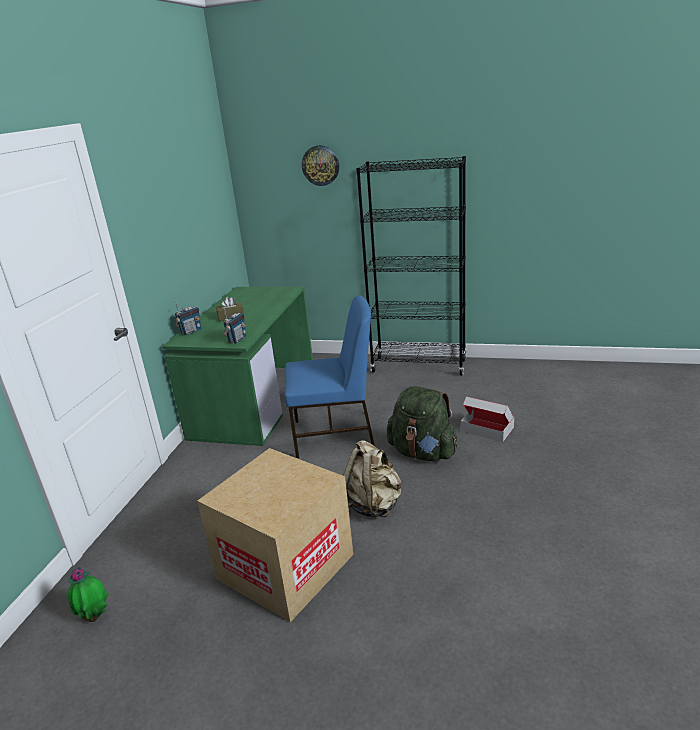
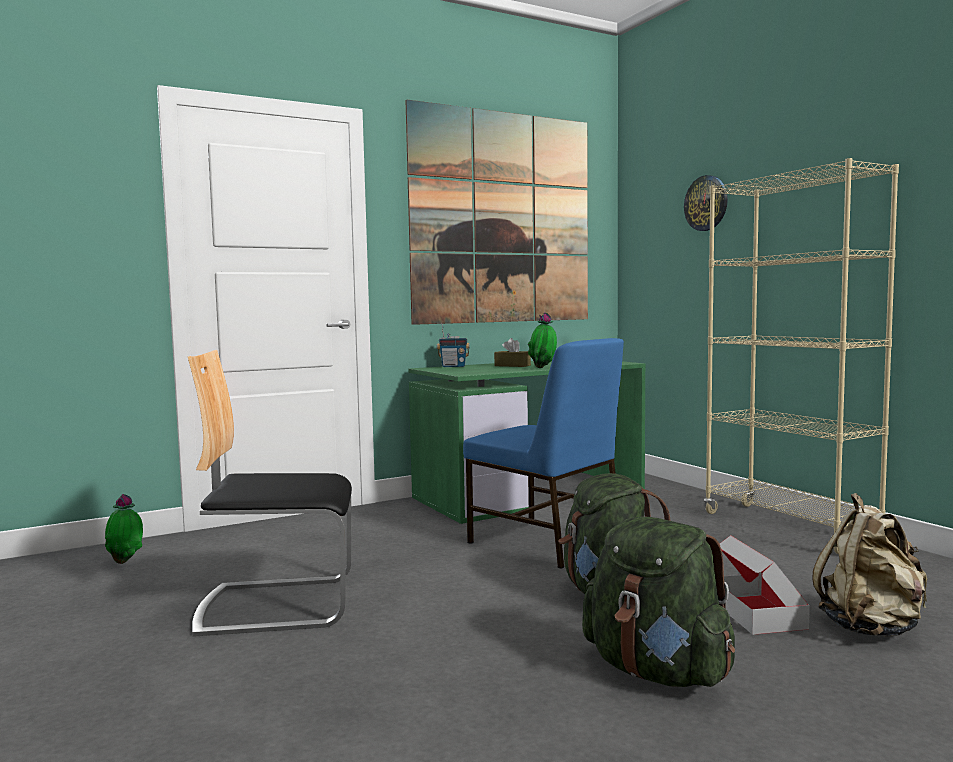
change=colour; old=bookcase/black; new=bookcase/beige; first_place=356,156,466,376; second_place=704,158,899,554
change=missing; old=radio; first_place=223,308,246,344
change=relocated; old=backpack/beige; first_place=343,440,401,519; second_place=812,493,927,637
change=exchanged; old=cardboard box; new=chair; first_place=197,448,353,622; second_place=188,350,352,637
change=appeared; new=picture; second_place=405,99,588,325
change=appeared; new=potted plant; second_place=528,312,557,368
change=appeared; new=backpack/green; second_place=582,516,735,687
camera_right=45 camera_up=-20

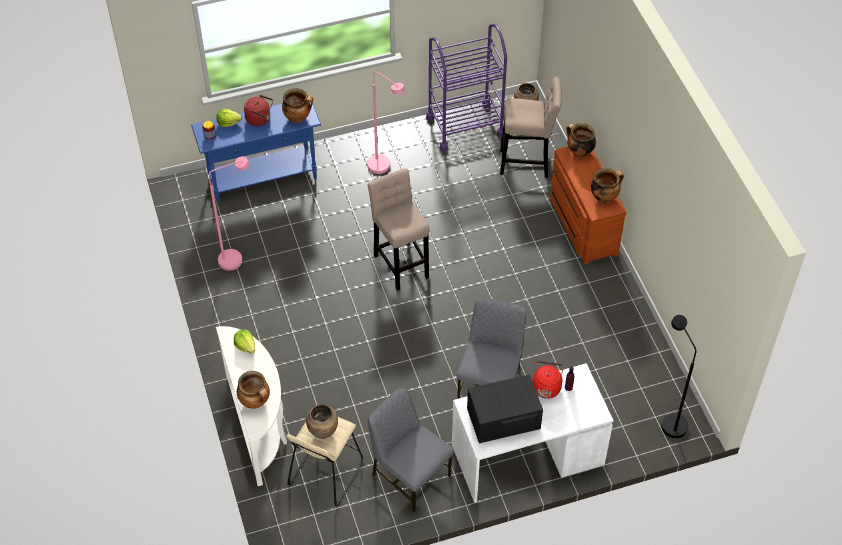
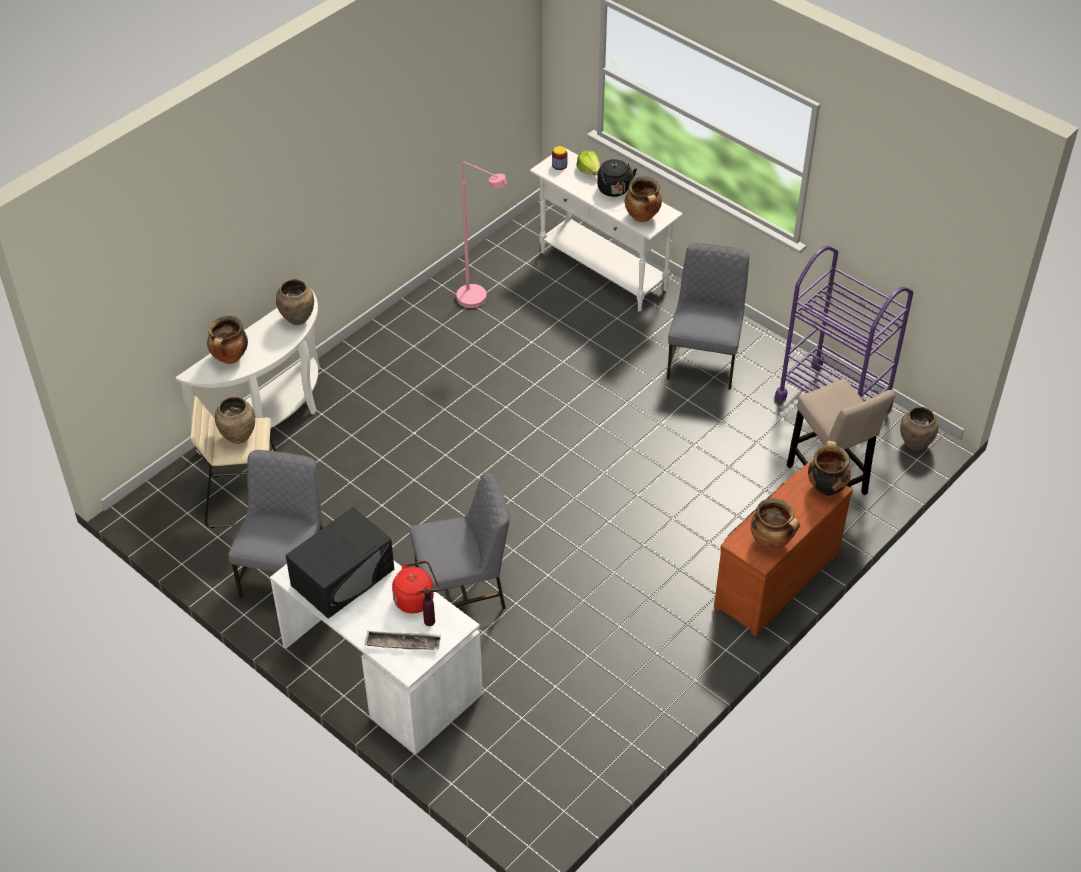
change=exchanged; old=floor lamp/pink; new=chair/grey; first_place=367,71,405,174; second_place=667,243,749,390
change=colour; old=kettle/red; new=kettle/black; first_place=244,95,273,126; second_place=597,159,637,197
change=colour; old=console table/blue; new=console table/white; first_place=191,101,321,203; second_place=530,149,683,312
change=missing; old=stool/beige; first_place=368,168,429,291
change=missing; old=floor lamp/black; first_place=661,315,696,438
change=exchanged; old=lettuce; new=vase/brown; first_place=234,329,255,354; second_place=276,279,314,325
change=spun; old=microwave/black; first_place=467,375,543,443; second_place=286,507,394,618; degrees=90
change=appeared; new=tray; second_place=365,631,441,650
camera_right=60 camera_up=-5

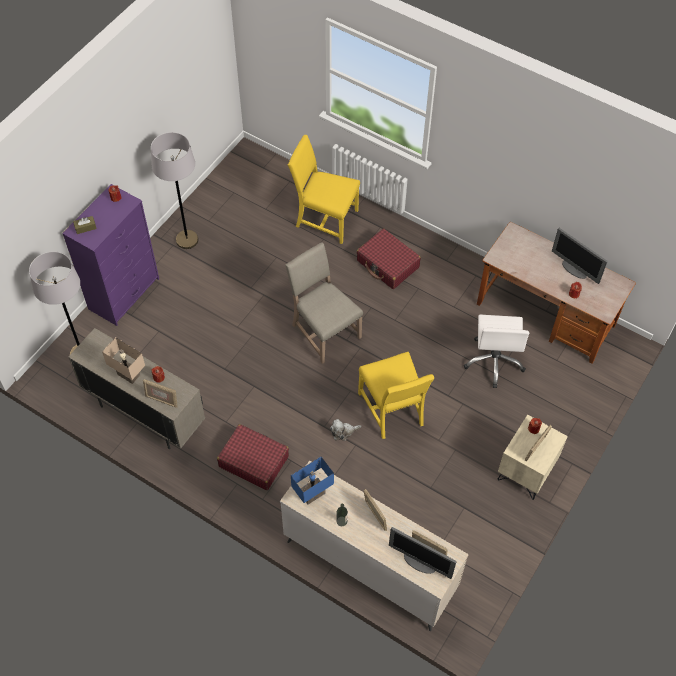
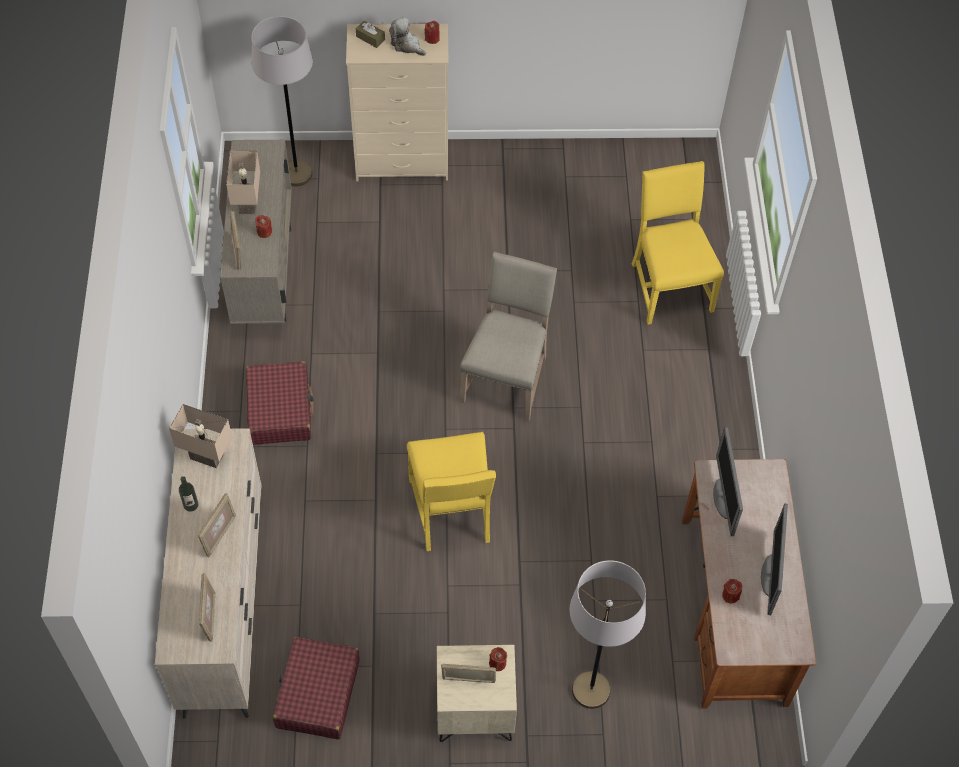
change=relocated; old=floor lamp/grey; first_place=151,132,199,249; second_place=570,560,646,709
change=colour; old=dresser/purple; new=dresser/beige; first_place=62,184,159,326; second_place=346,24,449,181
change=relocated; old=suitcase/red; first_place=357,228,421,289; second_place=273,637,360,739
change=missing; old=office chair/white; first_place=464,315,529,388
change=spun; old=chair/yellow; first_place=358,352,434,439; second_place=407,432,496,551; degrees=-45
change=relocated; old=plush toy; first_place=330,419,361,441; second_place=389,17,426,56
change=colour; old=table lamp/blue; new=table lamp/beige; first_place=291,457,334,504; second_place=169,404,232,468
change=relocated; old=monitor; first_place=389,527,457,579; second_place=713,427,743,536
camera_right=55 camera_up=0

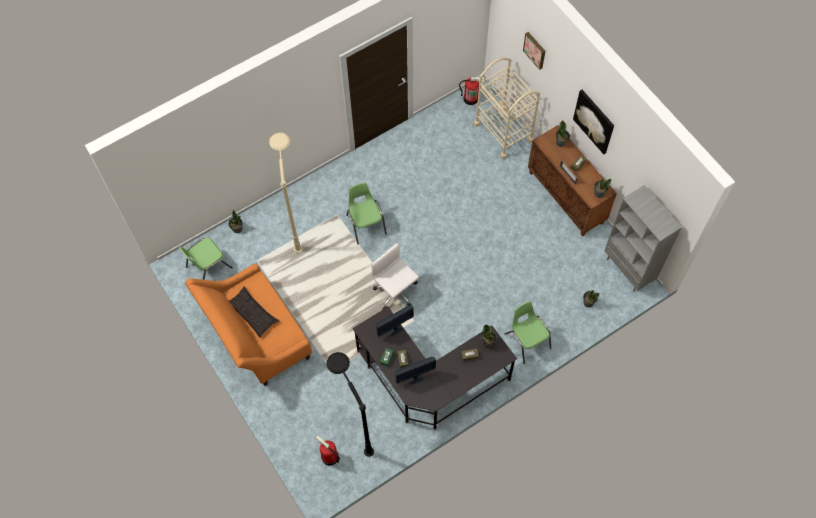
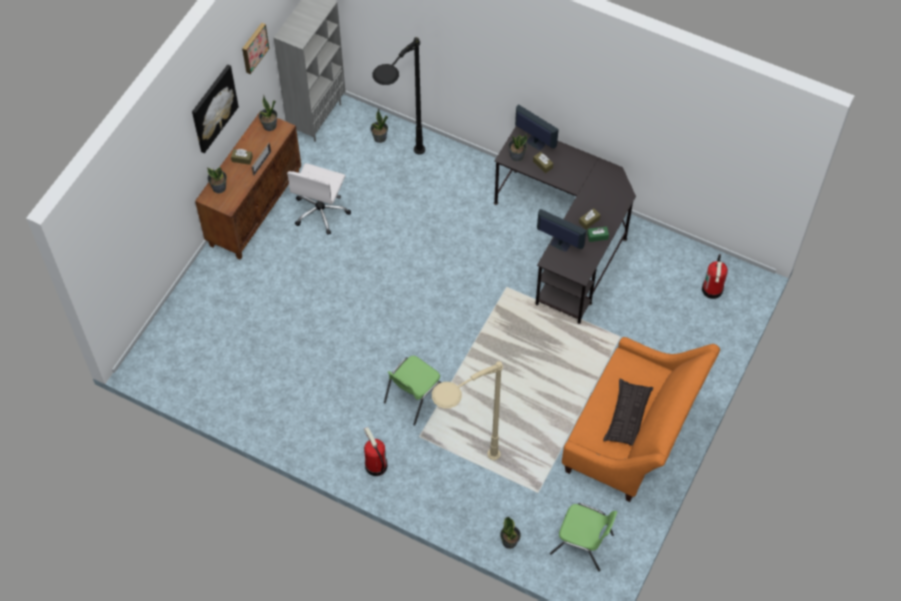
change=relocated; old=picture; first_place=523,32,545,70; second_place=242,23,269,74
change=missing; old=cart/beige; first_place=474,57,540,159
change=relocated; old=fire extinguisher; first_place=459,77,486,105; second_place=364,427,388,476
change=relocated; old=office chair/white; first_place=371,243,419,310; second_place=287,163,351,235
change=missing; old=chair/green; first_place=505,301,551,364
change=relocated; old=floor lamp/black; first_place=326,352,374,457; second_place=373,37,425,154
change=relocated; old=monitor; first_place=395,357,436,385; second_place=515,104,559,150
camera_right=-120 camera_up=-5

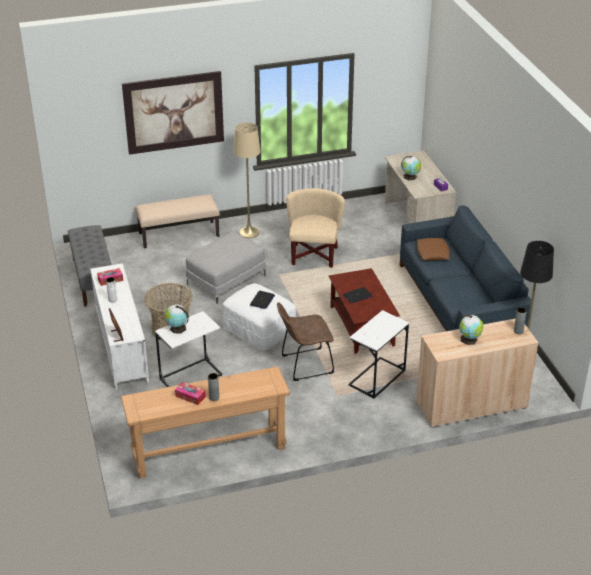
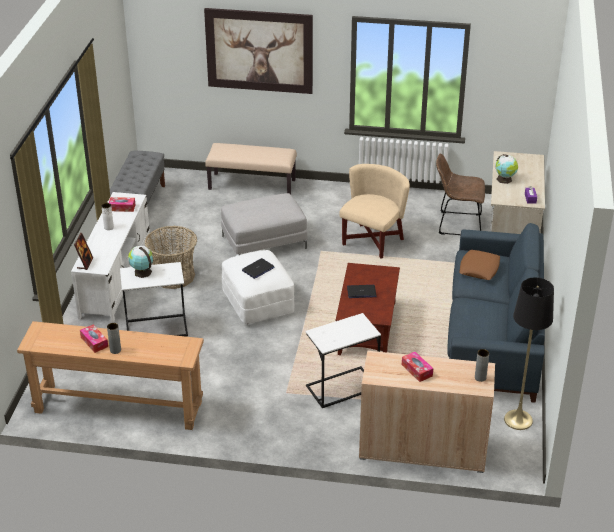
change=missing; old=floor lamp/beige; first_place=233,123,261,238
change=relocated; old=chair/brown; first_place=277,302,334,381; second_place=436,153,485,235
change=exchanged; old=globe; new=tissue box; first_place=459,315,484,345; second_place=402,352,433,382
camera_right=25 camera_up=0

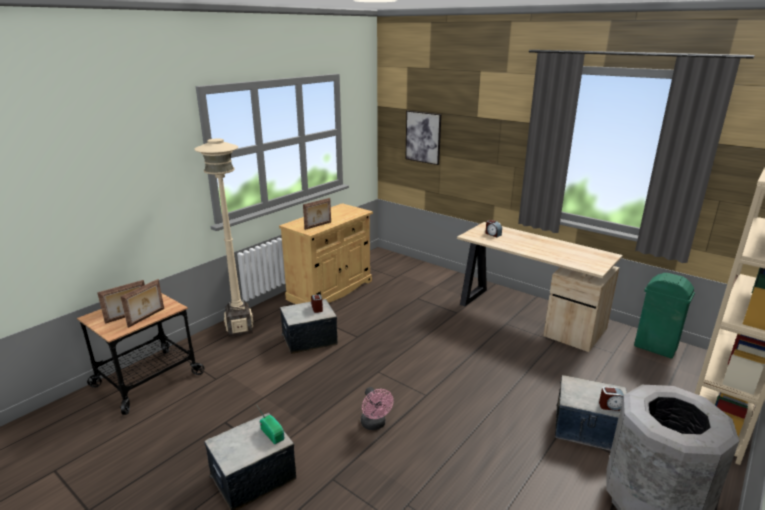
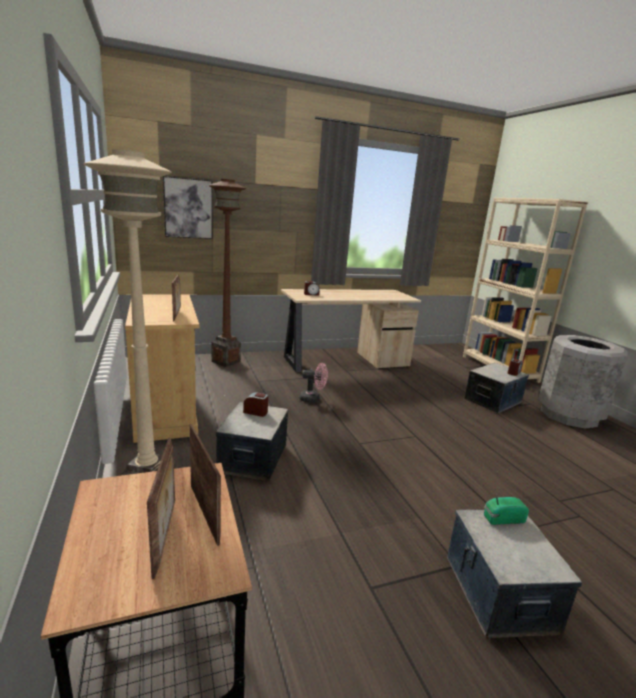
change=missing; old=trash can/green; first_place=634,273,695,359
change=relocated; old=fan/pink; first_place=361,387,394,430; second_place=299,363,328,403
change=appeared; new=floor lamp/brown; second_place=208,179,246,367
camera_right=-60 camera_up=-5

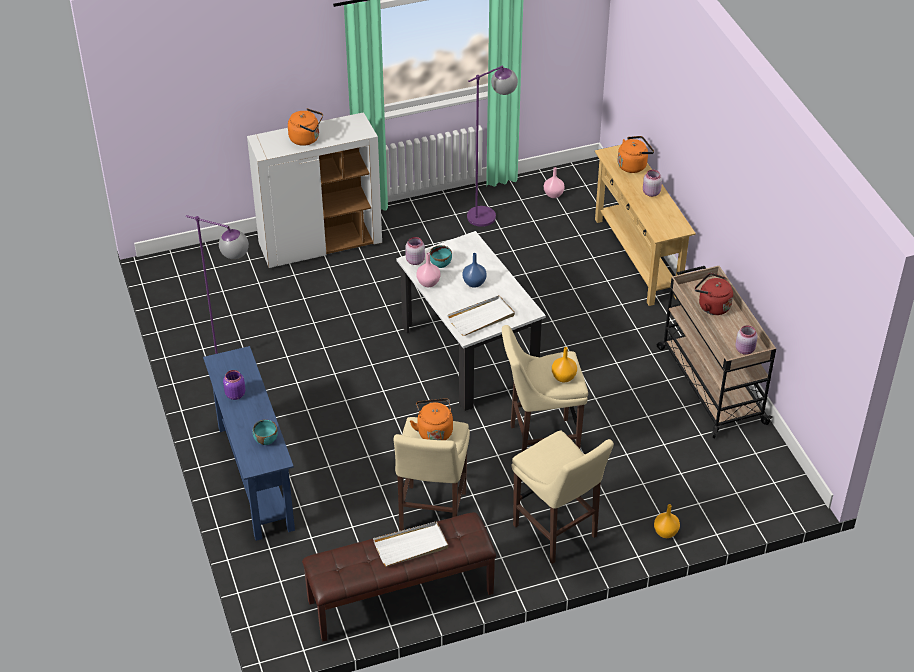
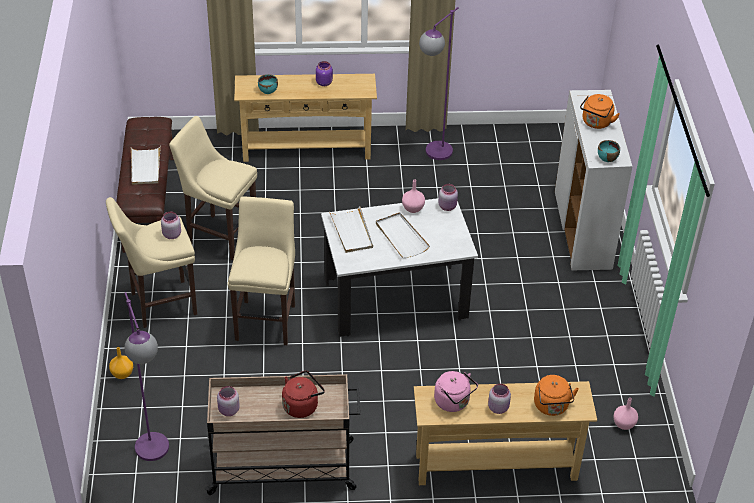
change=relocated; old=floor lamp/purple; first_place=467,66,518,227; second_place=125,292,169,461
change=relocated; old=bowl/turquoise; first_place=430,245,452,268; second_place=598,140,620,162
change=exchanged; old=vase/blue; new=tray/white; first_place=462,253,487,288; second_place=376,213,430,258
change=colour; old=console table/blue; new=console table/beige; first_place=203,346,295,541; second_place=234,74,377,162
change=missing; old=vase/orange; first_place=552,347,577,382
change=missing; old=kettle/orange; first_place=410,398,453,440
change=appeared; new=jar/pink; second_place=161,212,181,239
change=appeared; new=kettle/pink; second_place=434,371,478,412
camera_right=105 camera_up=0

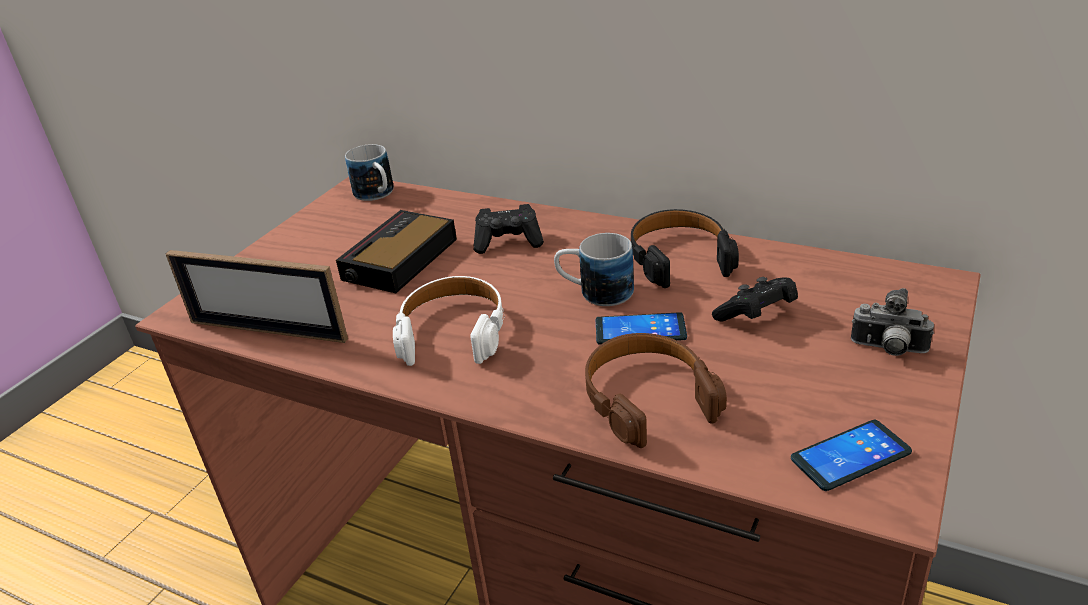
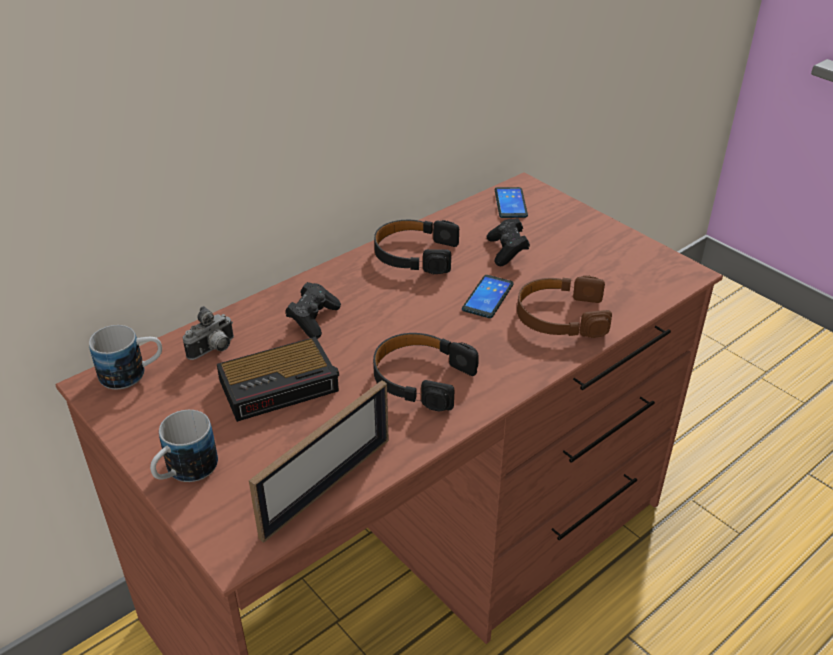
change=spun; old=alarm clock; first_place=336,210,457,293; second_place=217,337,339,422; degrees=-75
change=relocated; old=mug; first_place=554,233,634,306; second_place=150,410,218,482
change=colour; old=headphones/white; new=headphones/black; first_place=393,276,504,366; second_place=373,333,479,411
change=relocated; old=photo camera; first_place=851,288,934,356; second_place=183,306,234,360
change=relocated; old=phone; first_place=791,420,912,491; second_place=495,187,528,218
camera_right=-70 camera_up=5

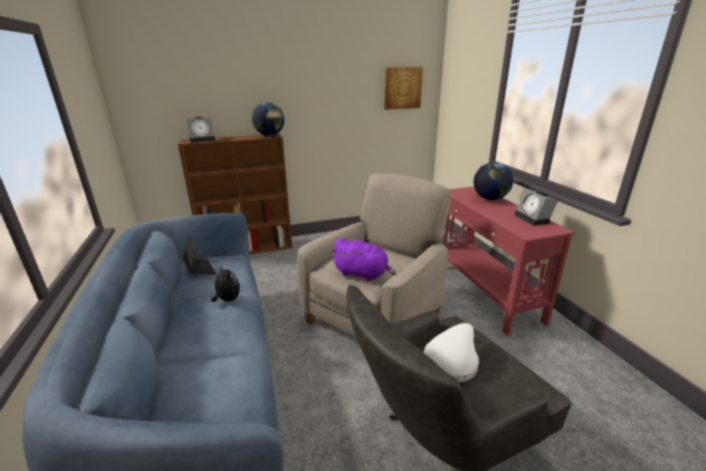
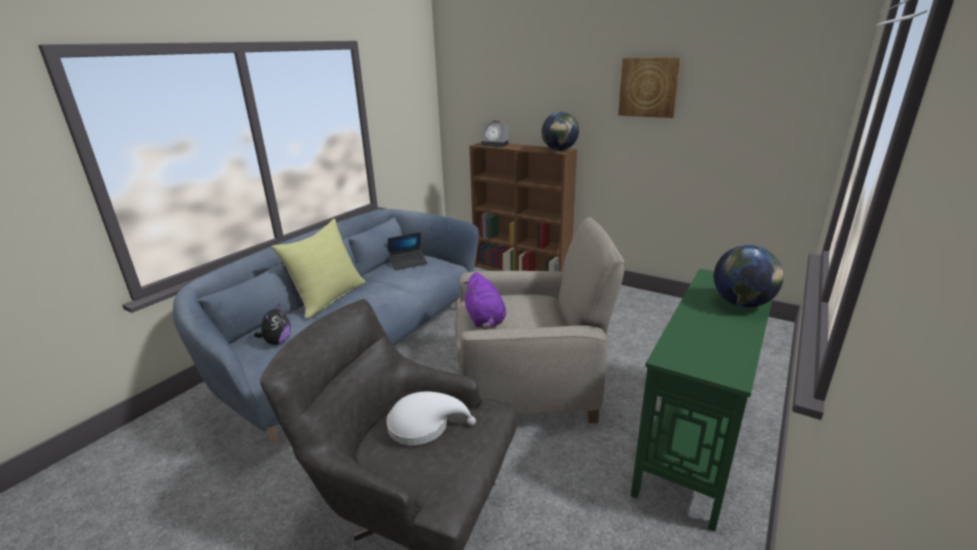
change=relocated; old=picture; first_place=384,67,423,110; second_place=618,57,681,118
change=colour; old=console table/red; new=console table/green; first_place=442,186,575,336; second_place=631,269,772,532
change=missing; old=alarm clock; first_place=514,189,558,226
change=spun; old=laptop; first_place=183,236,216,274; second_place=388,232,428,271; degrees=45
change=relocated; old=plush toy; first_place=211,264,240,302; second_place=254,304,291,345
change=appeared; new=pillow/yellow; second_place=272,219,366,319
camera_right=50 camera_up=0

